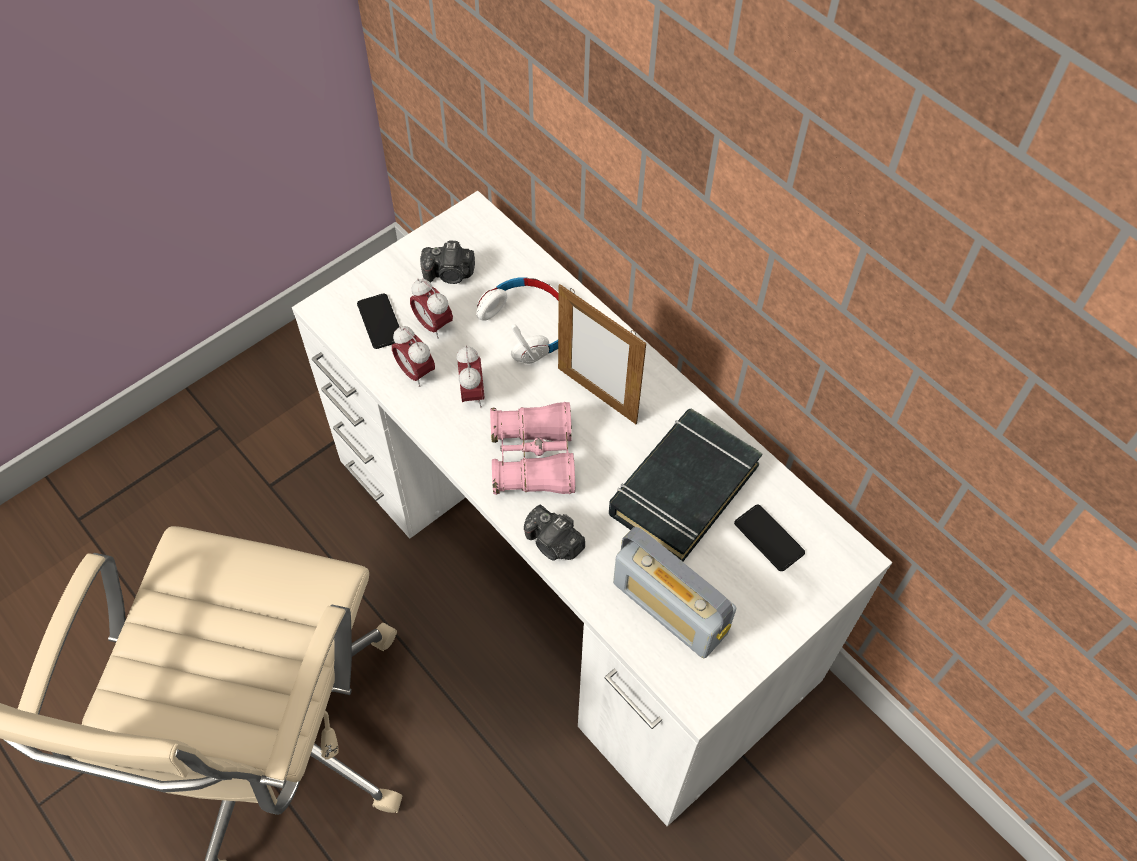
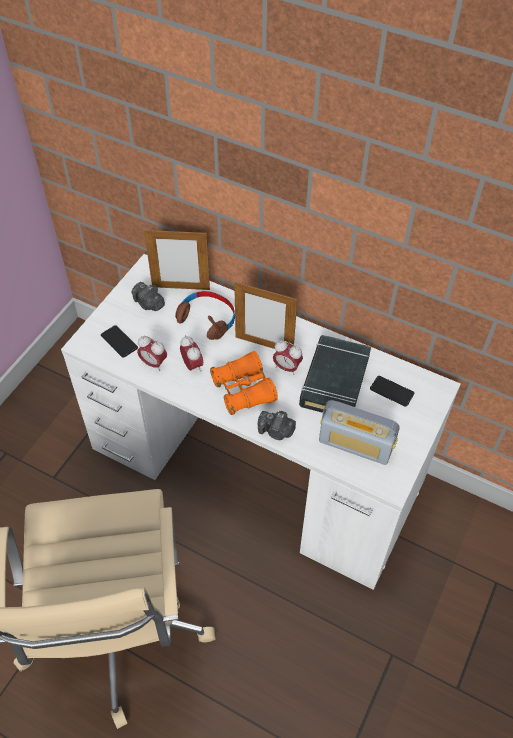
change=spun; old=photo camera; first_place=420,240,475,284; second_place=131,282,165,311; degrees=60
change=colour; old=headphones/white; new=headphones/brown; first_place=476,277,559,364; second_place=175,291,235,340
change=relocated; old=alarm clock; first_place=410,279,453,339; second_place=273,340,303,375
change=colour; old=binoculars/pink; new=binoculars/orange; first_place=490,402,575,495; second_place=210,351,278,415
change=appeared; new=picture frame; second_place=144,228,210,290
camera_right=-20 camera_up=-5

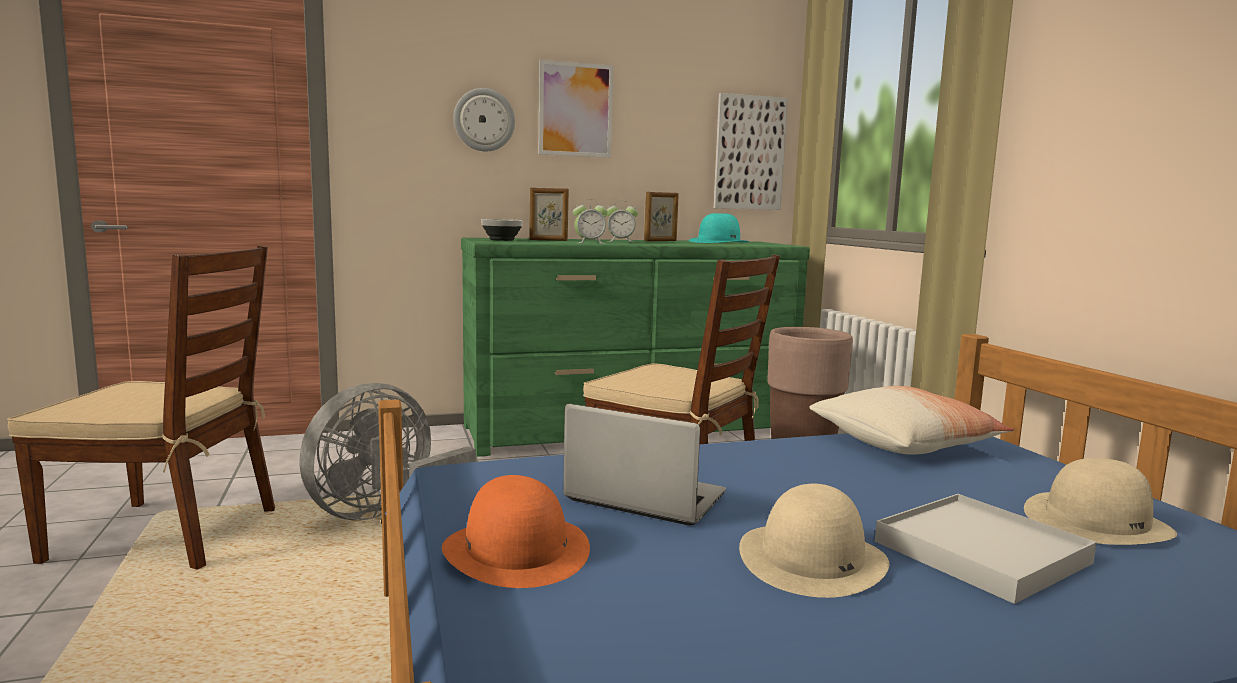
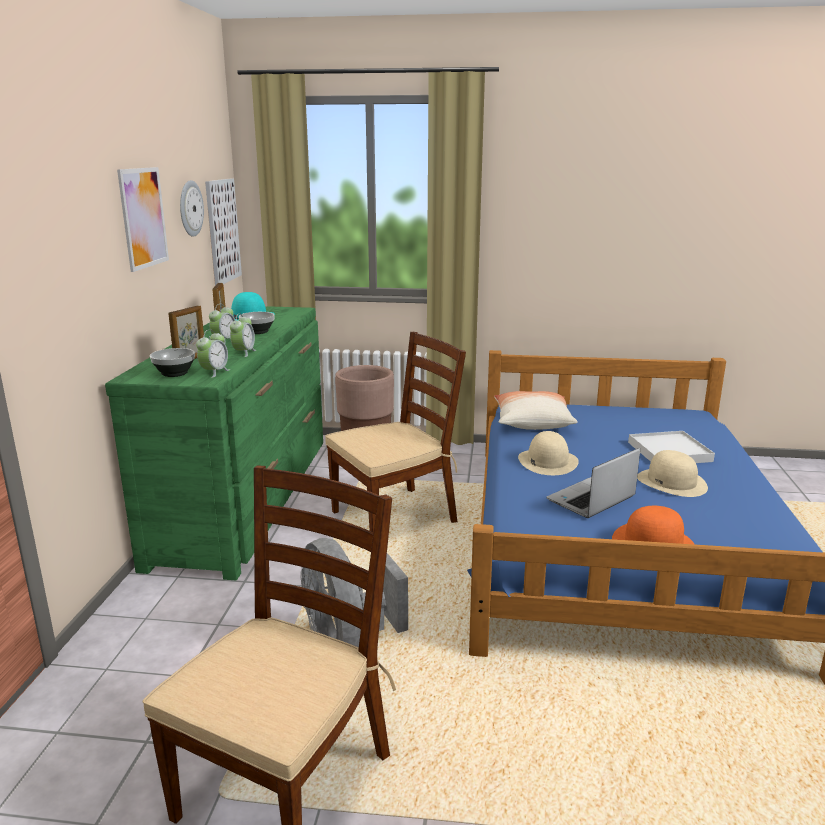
change=relocated; old=wall clock; first_place=453,88,515,151; second_place=180,180,204,237
change=relocated; old=hat/beige; first_place=1024,458,1177,545; second_place=518,431,579,475
change=appeared; new=bowl; second_place=239,312,275,334
change=appeared; new=alarm clock; second_place=196,329,230,378
camera_right=-65 camera_up=10

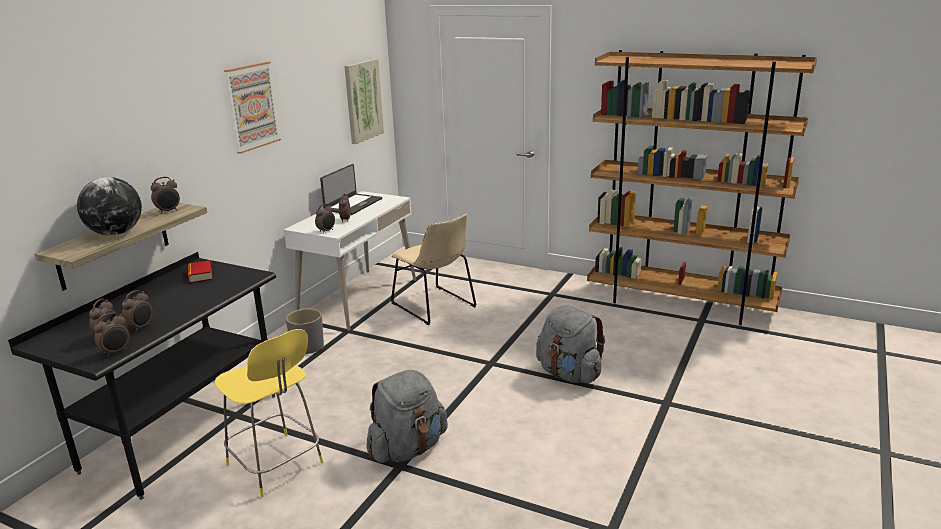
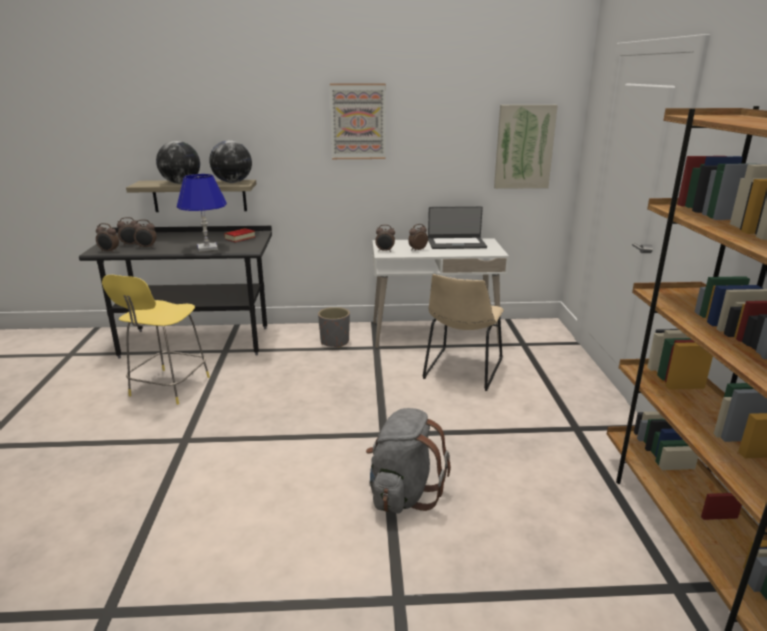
change=exchanged; old=alarm clock; new=globe; first_place=151,177,180,214; second_place=209,140,252,183
change=missing; old=backpack/grey; first_place=366,370,448,463
change=appeared; new=table lamp/blue; second_place=177,174,227,252
camera_right=60 camera_up=0

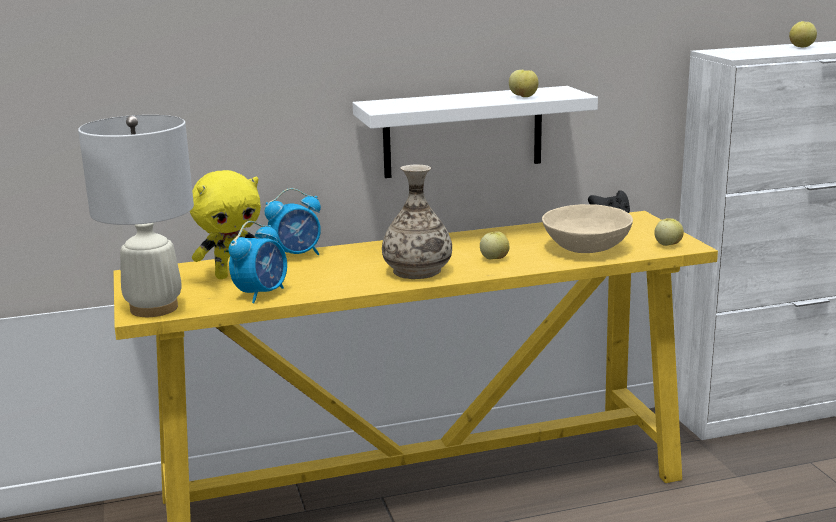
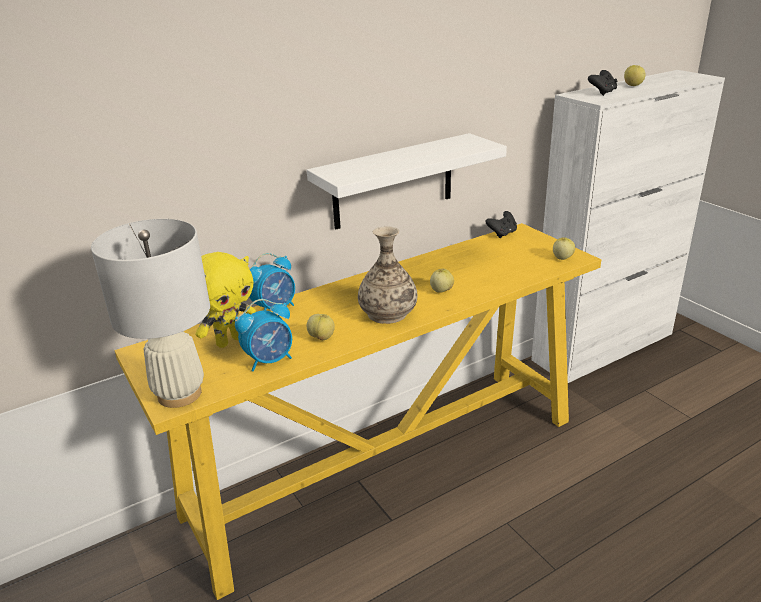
change=relocated; old=apple; first_place=509,70,539,97; second_place=307,314,335,340
change=missing; old=bowl/beige; first_place=542,204,633,253
change=spun; old=alarm clock; first_place=229,221,287,303; second_place=235,299,292,372; degrees=45
change=appeared; new=game controller/black; second_place=588,70,617,96
camera_right=-15 camera_up=10

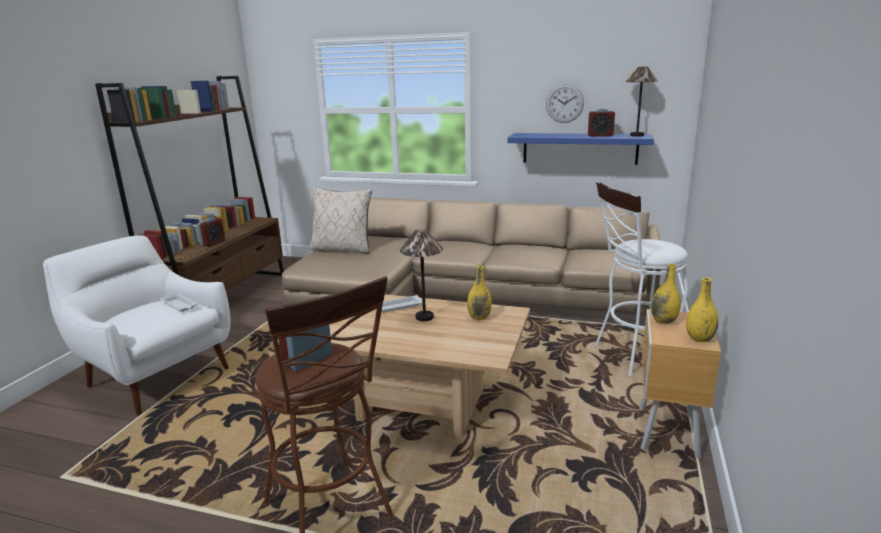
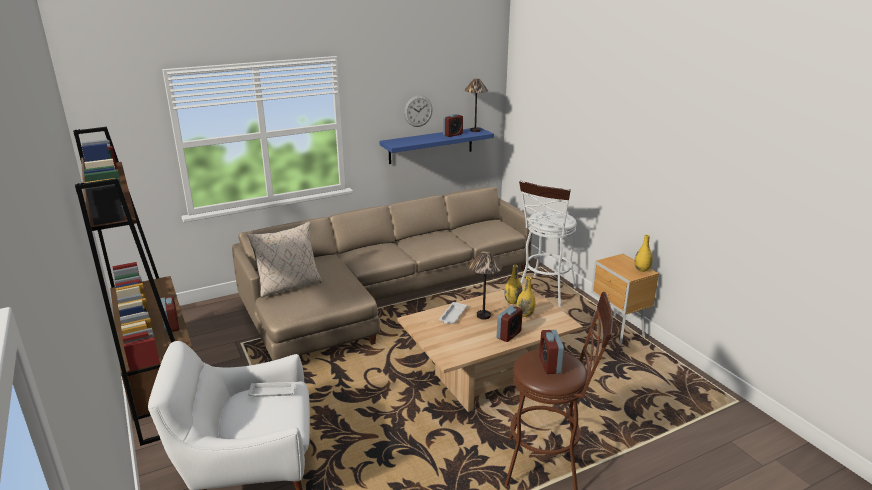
change=relocated; old=vase/yellow; first_place=651,264,681,324; second_place=516,276,535,317
change=appeared; new=alarm clock; second_place=497,305,523,342
camera_right=-45 camera_up=5

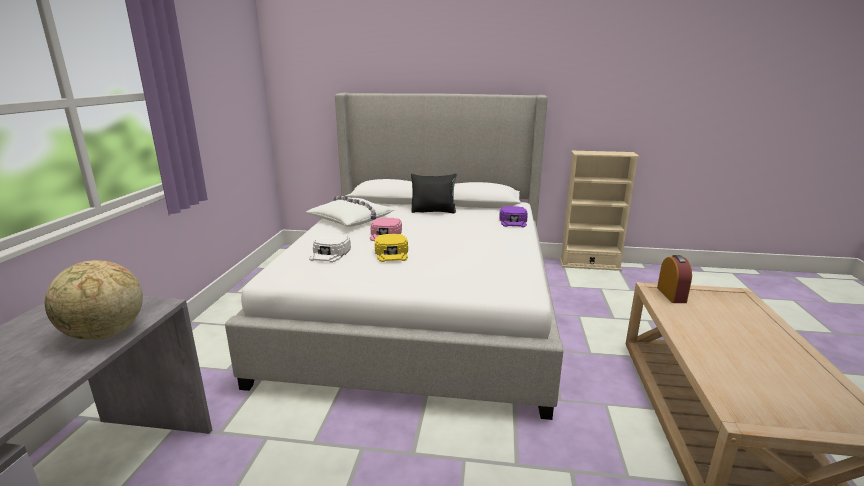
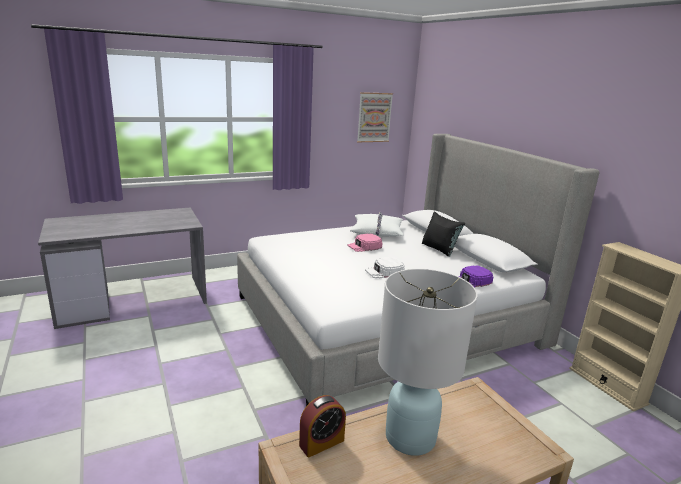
change=relocated; old=cap/white; first_place=309,234,351,263; second_place=365,257,405,278
change=missing; old=cap/yellow; first_place=375,234,408,262
change=relocated; old=alarm clock; first_place=657,255,692,303; second_place=299,395,346,458
change=missing; old=globe; first_place=45,260,143,340
change=appeared; new=picture; second_place=357,92,393,142
change=appeared; new=table lamp/white; second_place=378,269,478,456
camera_right=55 camera_up=0

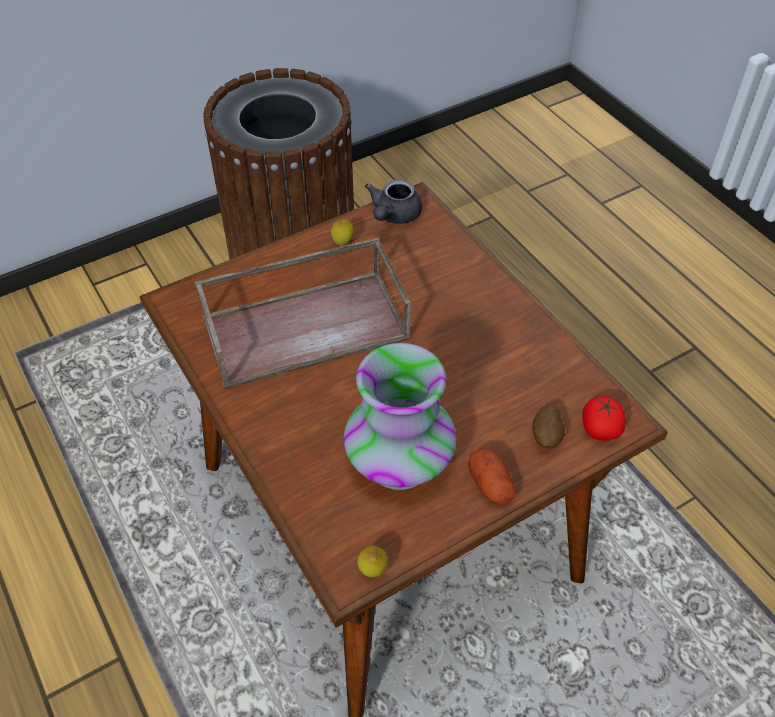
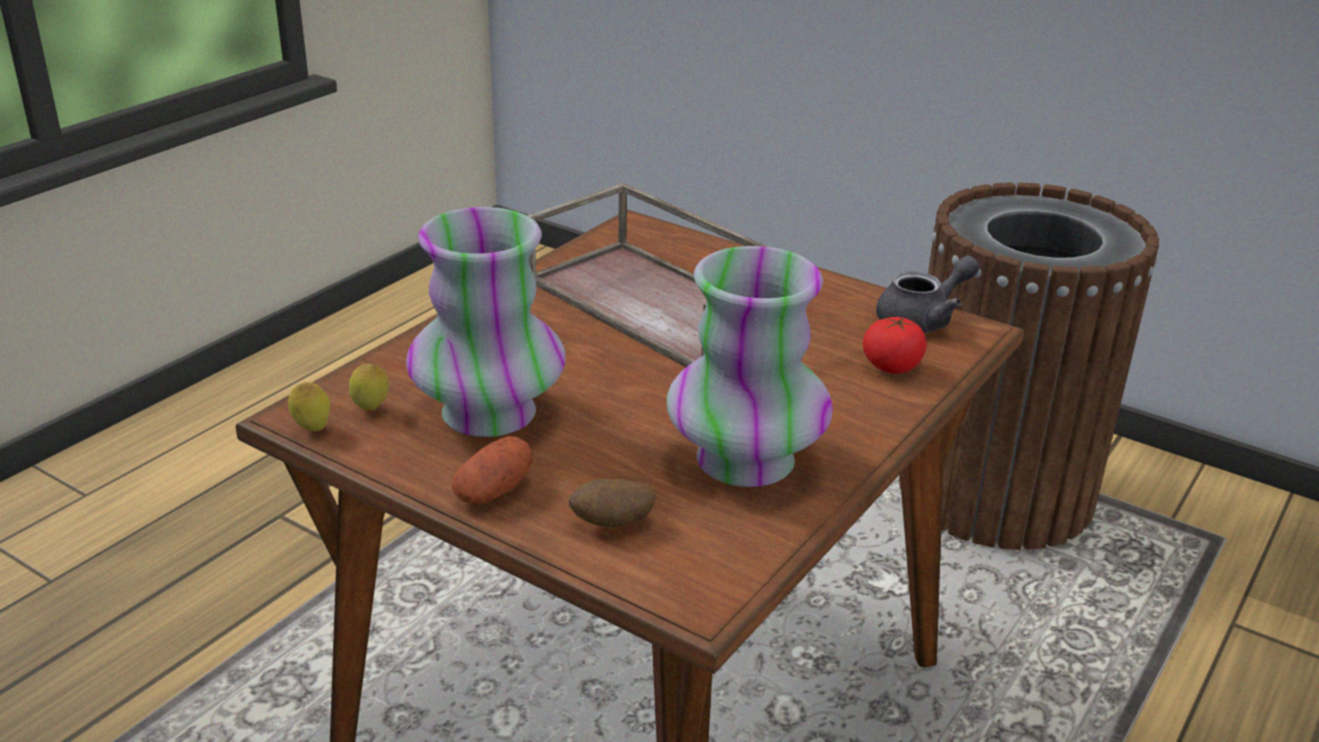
change=spun; old=teapot/grey; first_place=365,180,422,224; second_place=876,255,979,333; degrees=150
change=relocated; old=lemon; first_place=331,218,354,246; second_place=349,364,389,410
change=relocated; old=tomato; first_place=582,396,626,441; second_place=863,316,927,374
change=appeared; new=vase; second_place=667,246,833,487
camera_right=65 camera_up=-20

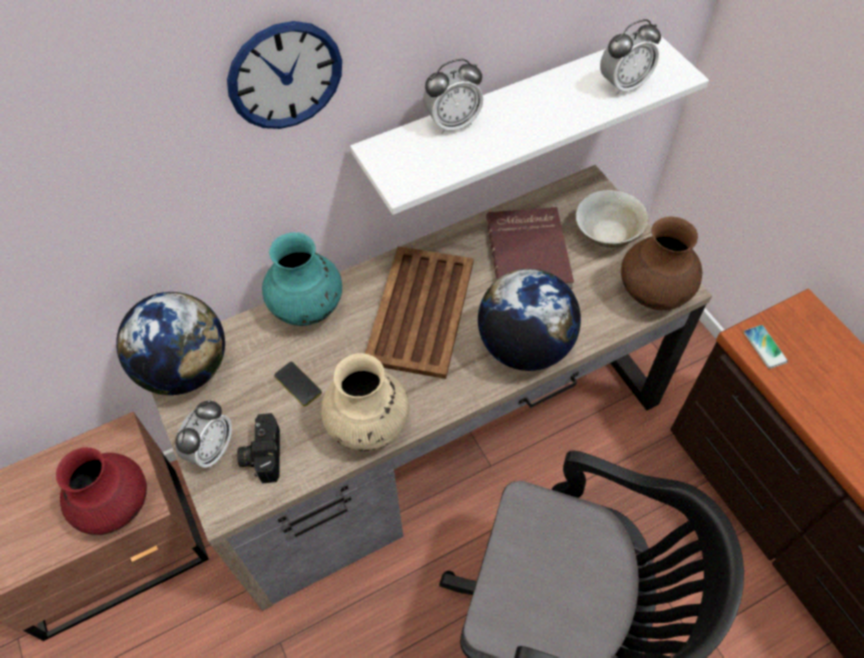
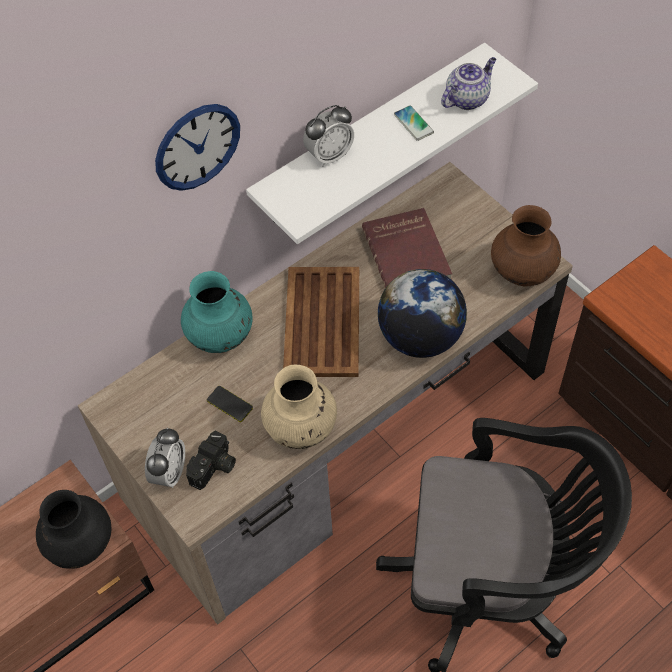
change=exchanged; old=alarm clock; new=teapot; first_place=600,19,661,96; second_place=441,57,497,110
change=missing; old=bowl/beige; first_place=576,190,648,248
change=missing; old=globe; first_place=116,292,225,395
change=relocated; old=phone; first_place=744,325,788,369; second_place=394,106,434,141
change=spun; old=photo camera; first_place=237,413,280,483; second_place=186,431,236,490; degrees=-135
change=colour; old=vase/red; new=vase/black; first_place=56,447,147,535; second_place=36,490,111,569
camera_right=-10 camera_up=0

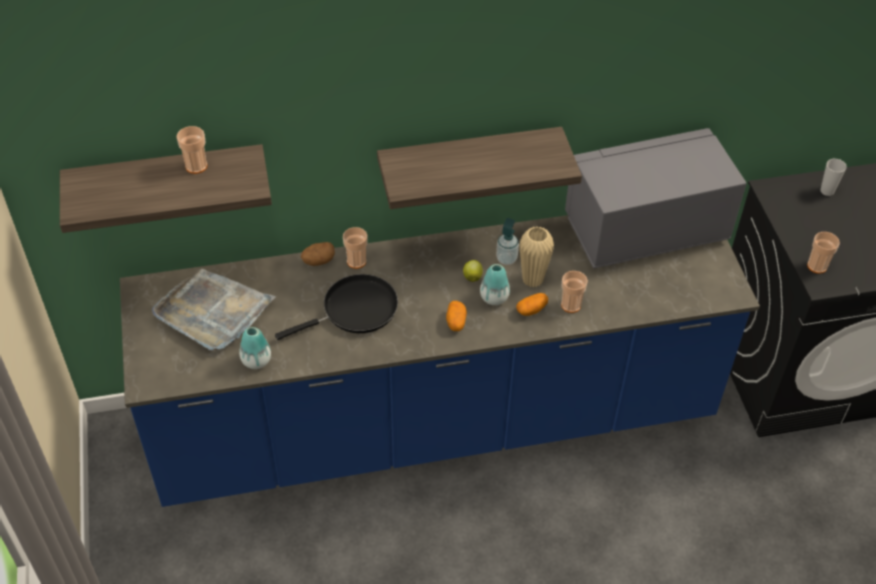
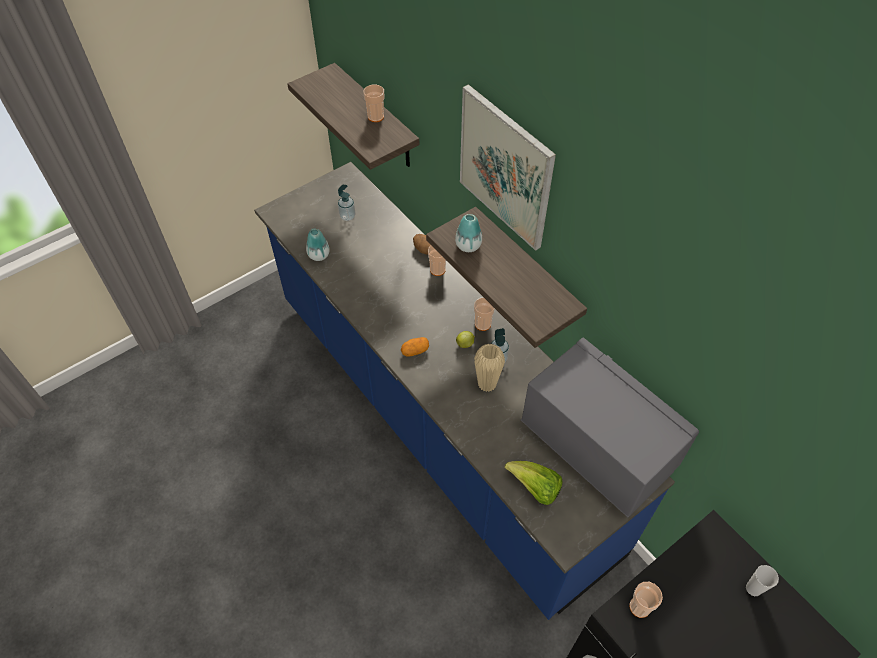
change=relocated; old=vase; first_place=480,264,510,305; second_place=455,214,482,252
change=exchanged; old=tray/grey; new=soap dispenser; first_place=152,269,276,350; second_place=338,185,356,221
change=relocated; old=cup; first_place=561,271,588,313; second_place=474,297,495,331
change=missing; old=frying pan/black; first_place=275,274,398,340
change=missing; old=potato; first_place=516,293,548,316
change=appeared; new=picture; second_place=460,84,556,251
change=appeared; new=lettuce; second_place=505,461,563,505
camera_right=65 camera_up=5

